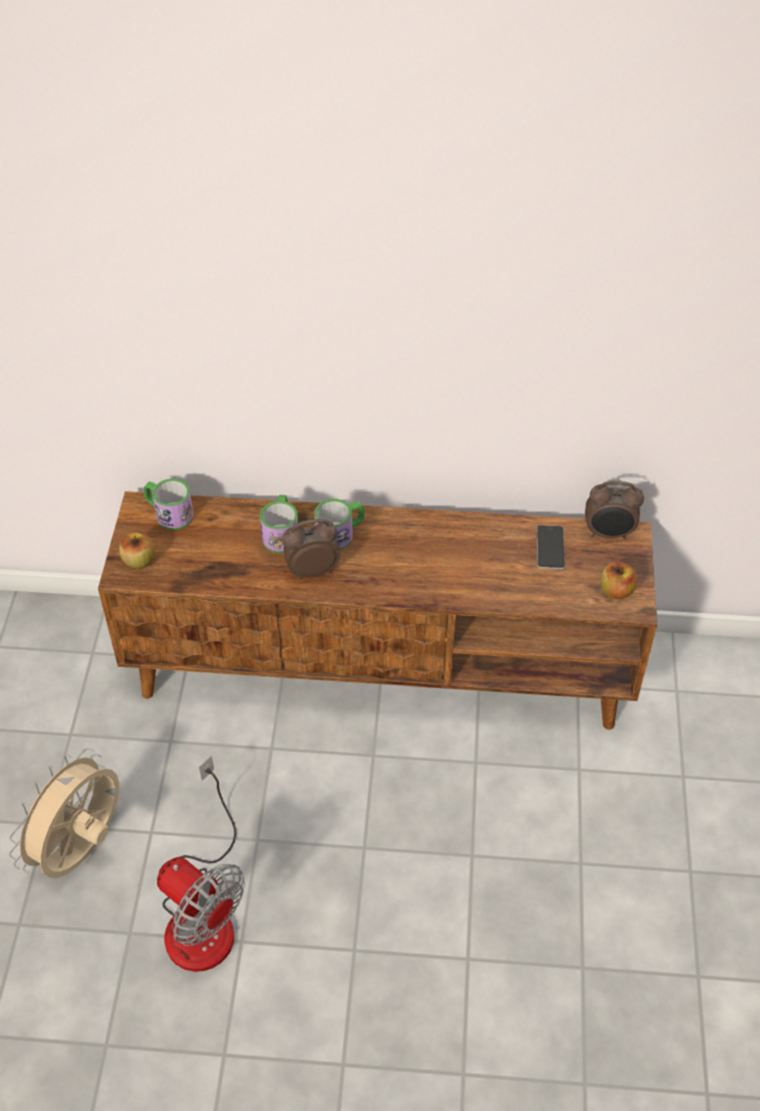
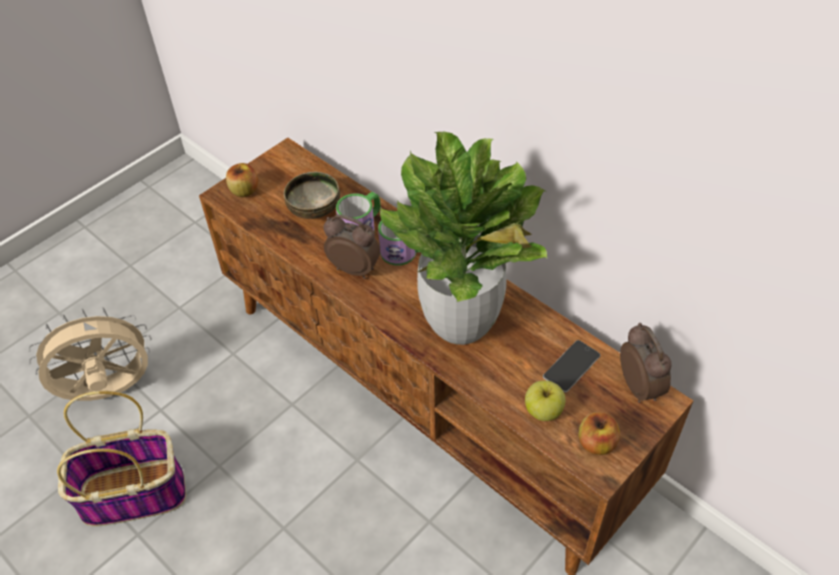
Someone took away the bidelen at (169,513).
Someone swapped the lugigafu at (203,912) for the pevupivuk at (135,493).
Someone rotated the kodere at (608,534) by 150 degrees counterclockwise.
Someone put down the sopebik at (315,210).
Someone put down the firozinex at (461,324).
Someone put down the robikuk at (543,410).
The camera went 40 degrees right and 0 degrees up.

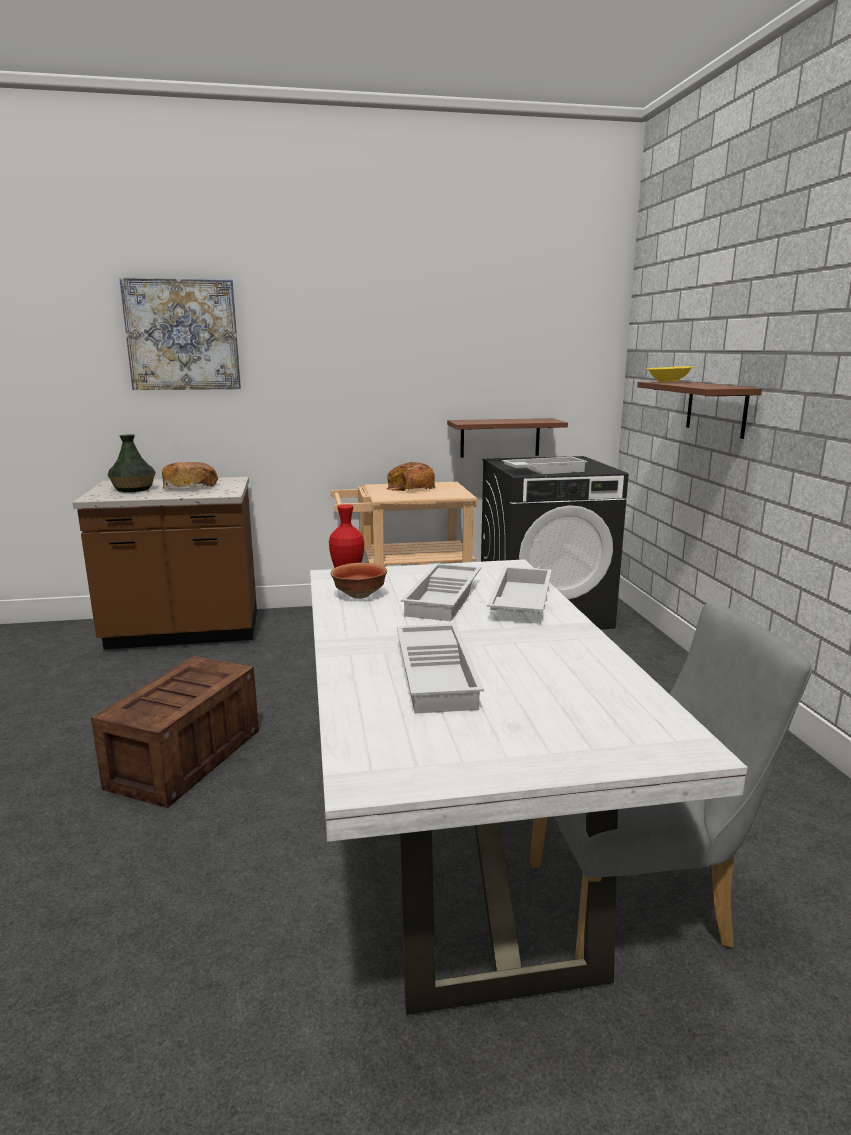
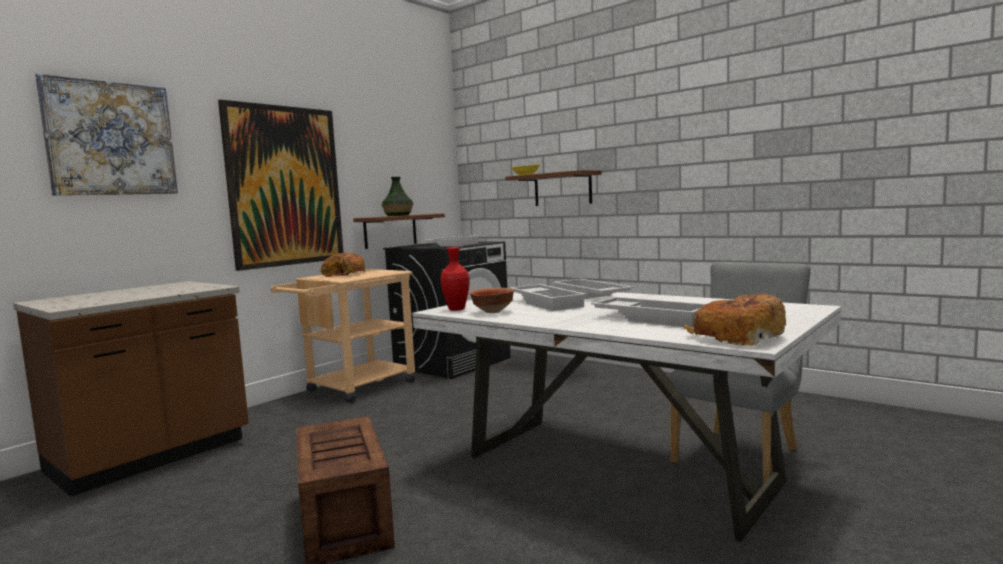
Someone carried the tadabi from (133,489) to (397,215).
Someone carried the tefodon from (189,486) to (736,337).
Someone put up the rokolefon at (285,186).
The camera went 40 degrees left and 10 degrees down.

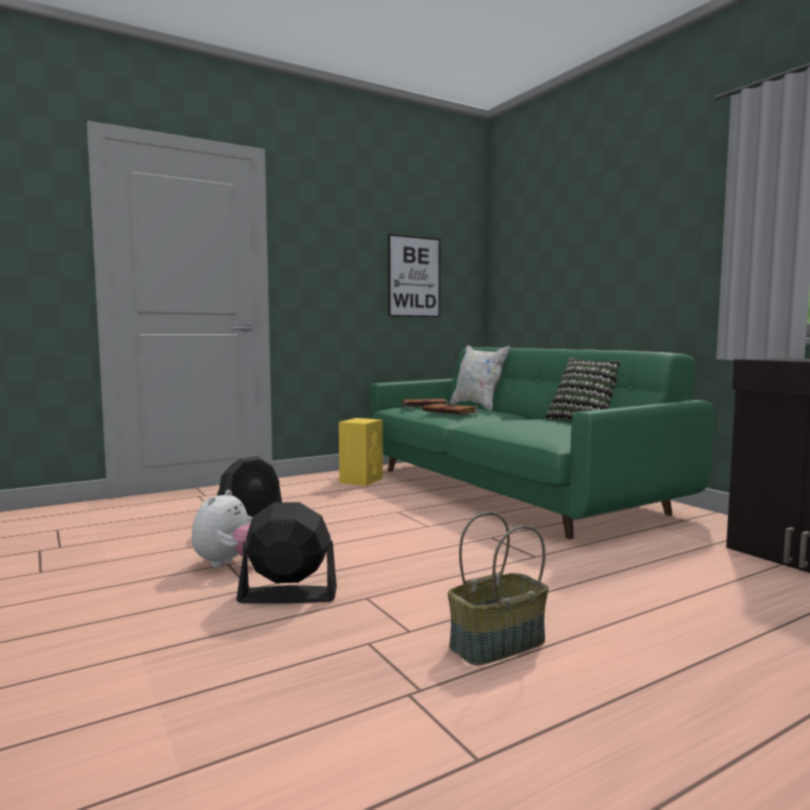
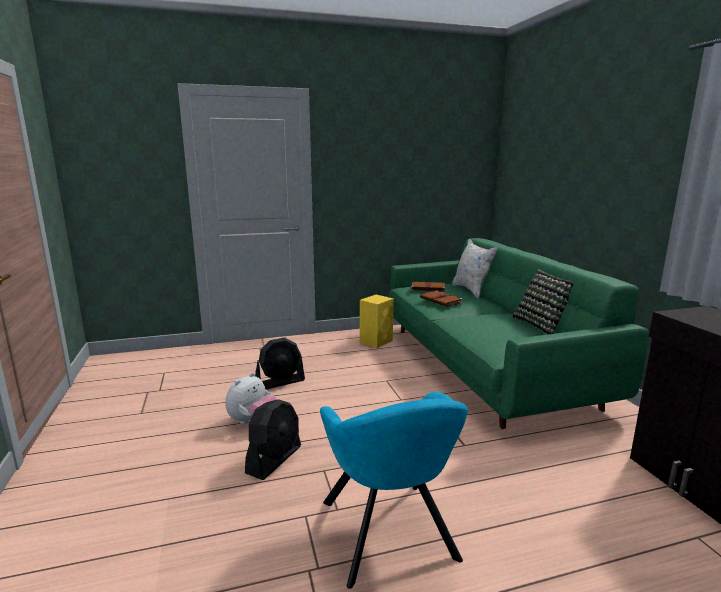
Someone rotated the black lugigafu at (287,595) by 105 degrees clockwise.
Someone took away the rokolefon at (414,277).
Someone swapped the pevupivuk at (497,645) for the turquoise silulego at (390,535).
The camera went 15 degrees right and 10 degrees up.

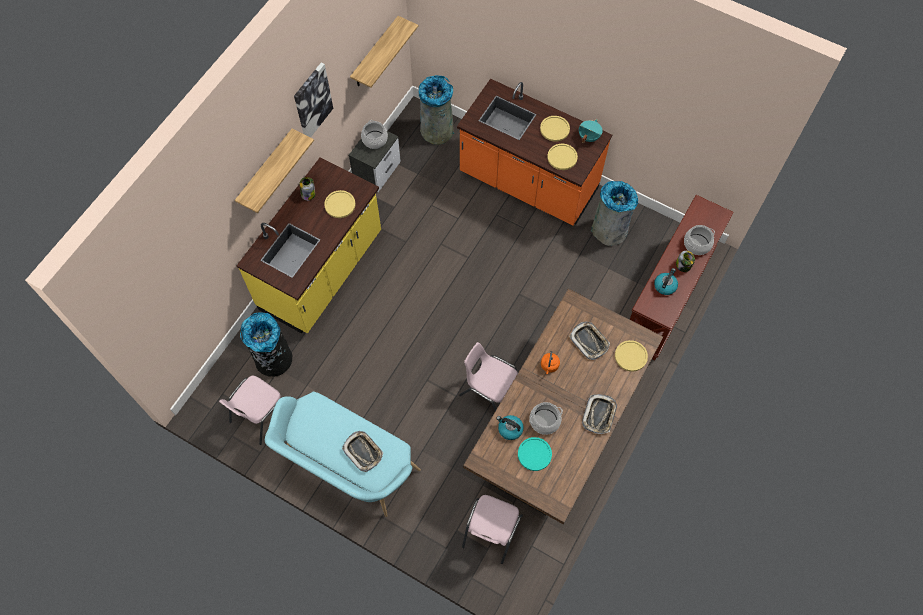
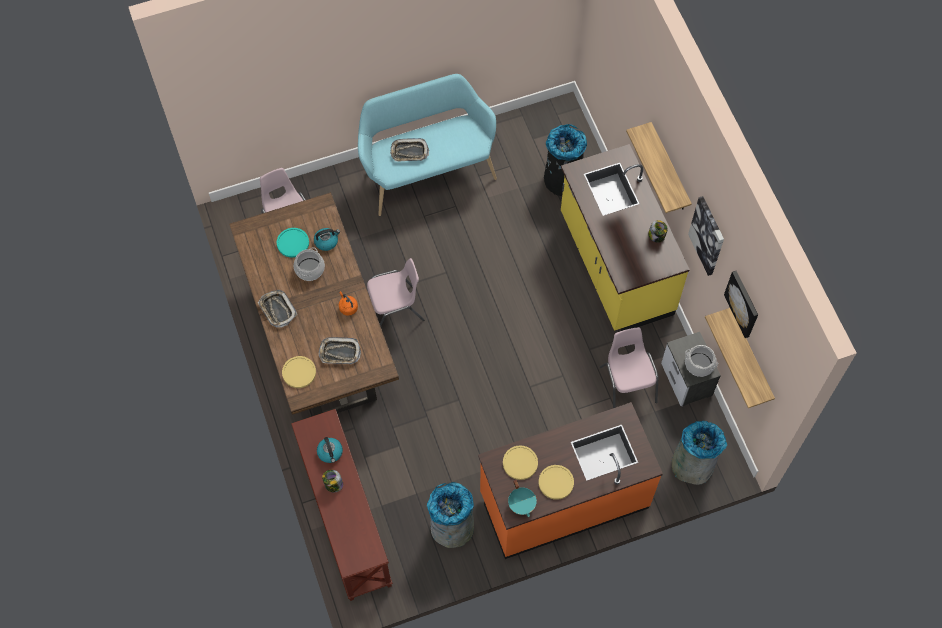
Someone carried the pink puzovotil from (260,414) to (627,383).
Someone took away the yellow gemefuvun at (340,204).
Someone took away the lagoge at (697,244).
Someone put up the rokolefon at (743,303).
The camera went 130 degrees right and 0 degrees up.

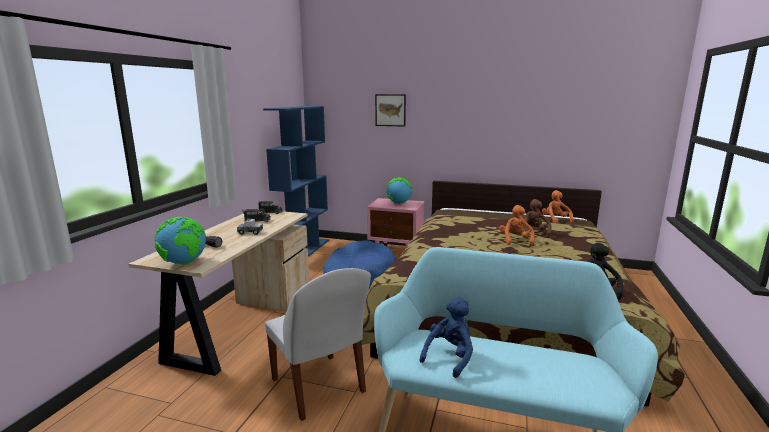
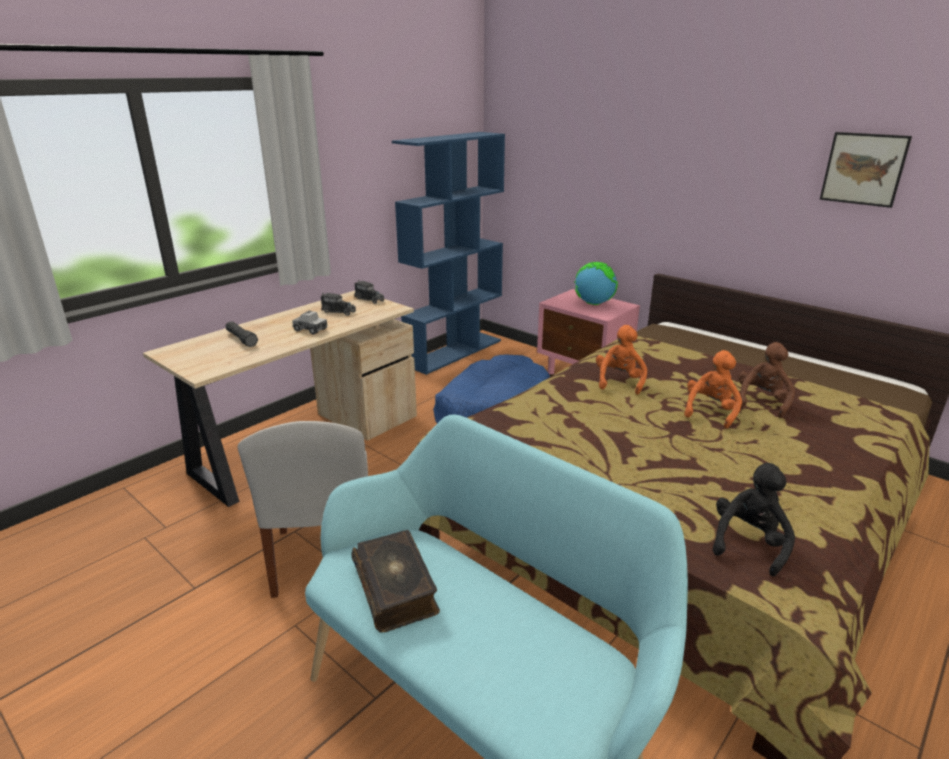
Someone took away the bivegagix at (184,263).
Someone carried the rokolefon from (390,110) to (863,169).
Someone swapped the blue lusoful at (450,357) for the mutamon at (396,588).
Someone carried the orange lusoful from (555,220) to (619,381).
The camera went 25 degrees right and 10 degrees up.

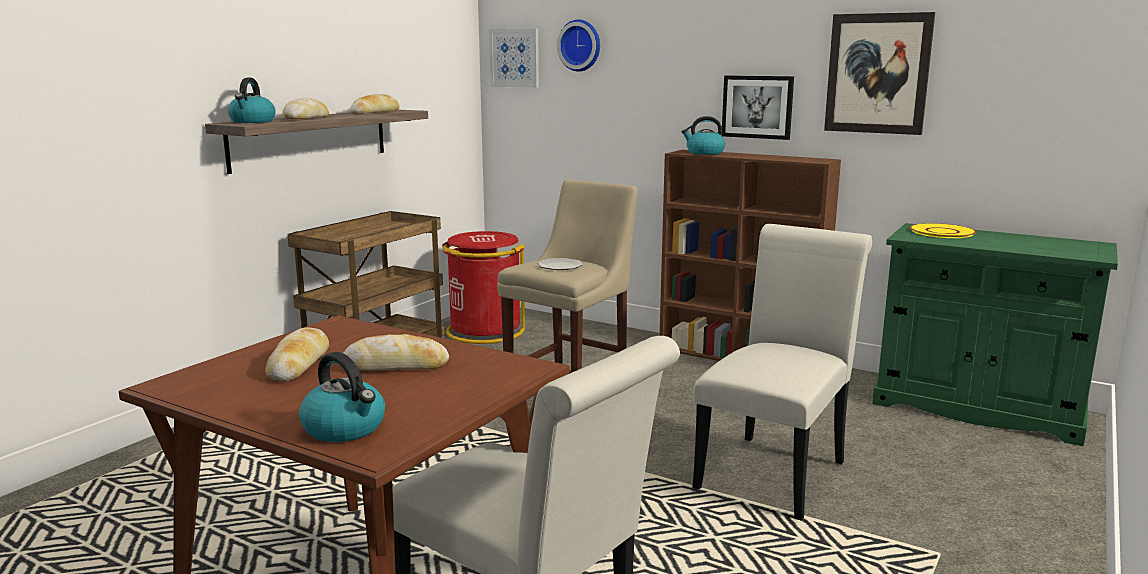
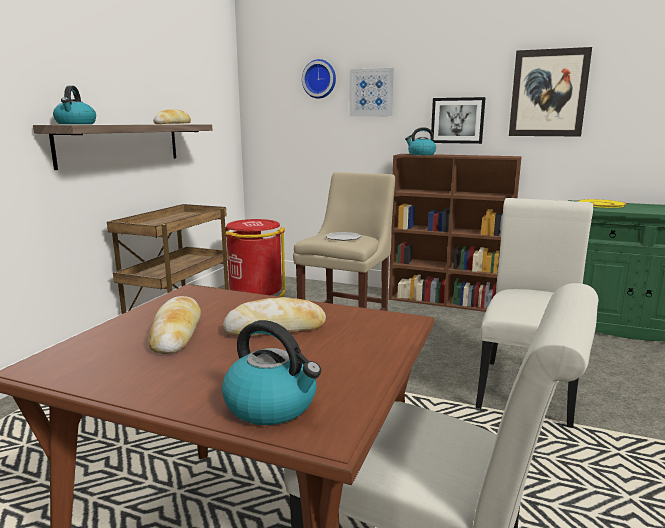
Someone took away the tefodon at (306,118).
Someone carried the rokolefon from (515,58) to (371,92).
The camera went 10 degrees left and 0 degrees up.

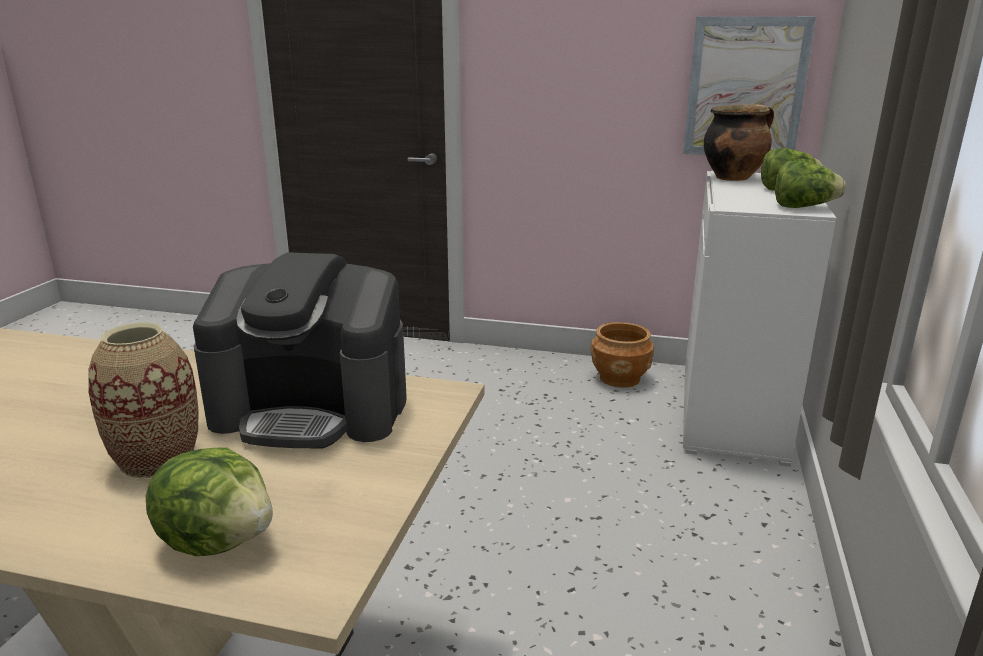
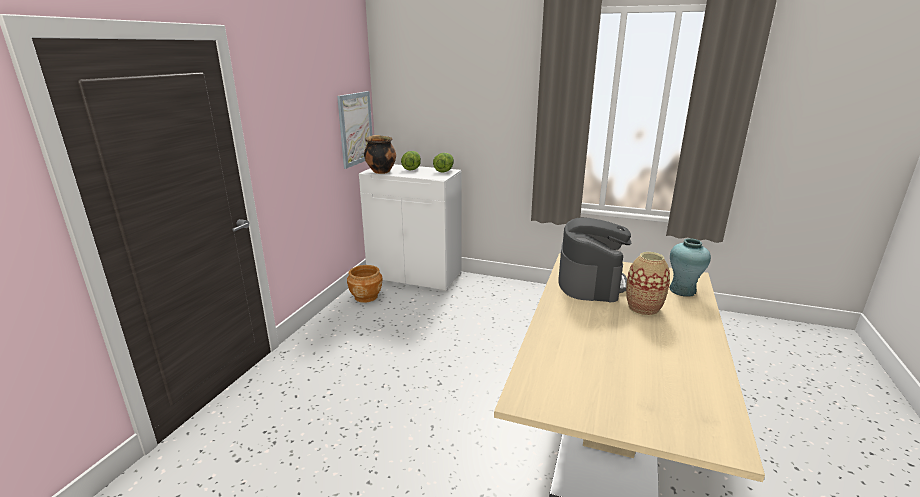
Someone swapped the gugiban at (219,539) for the turquoise tadabi at (682,290).
The camera went 85 degrees left and 0 degrees up.

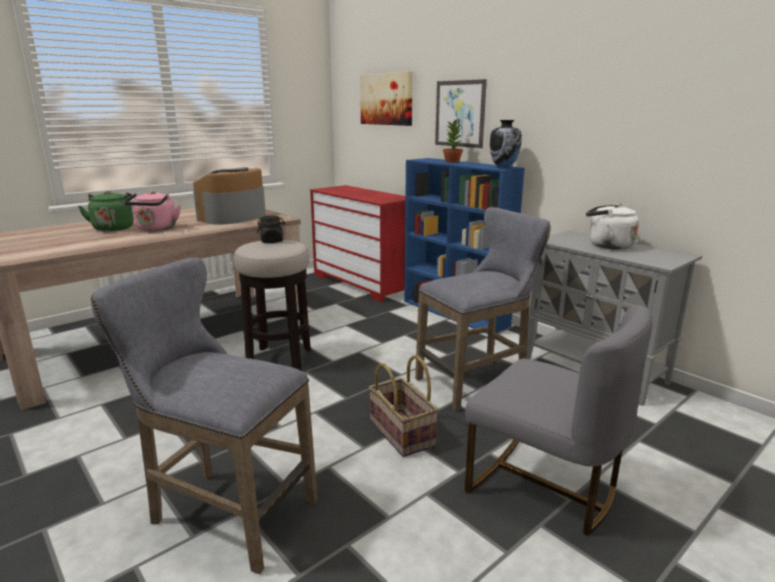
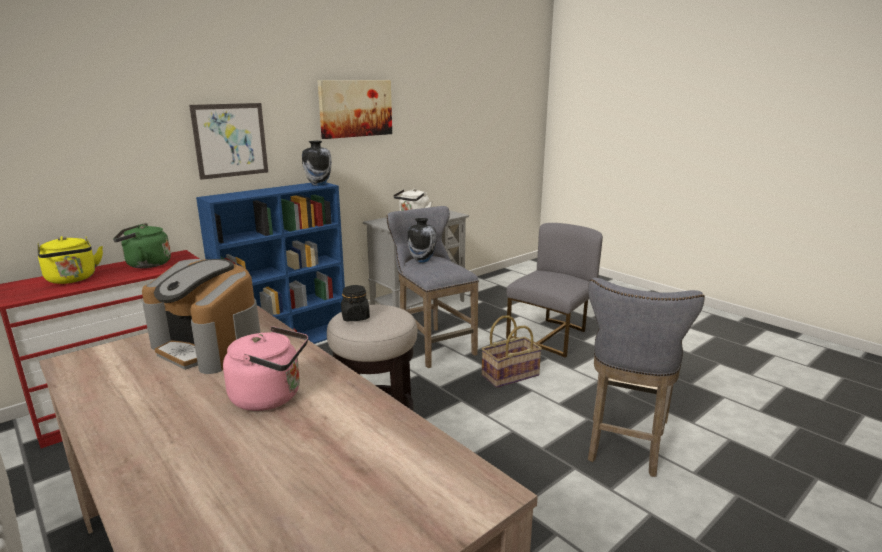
Someone carried the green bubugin from (113,228) to (145,264).
Someone carried the rokolefon from (386,99) to (355,108).
Someone took away the firozinex at (452,161).
Someone put down the yellow bubugin at (72,279).
Someone put down the tadabi at (422,260).
The camera went 90 degrees left and 0 degrees up.

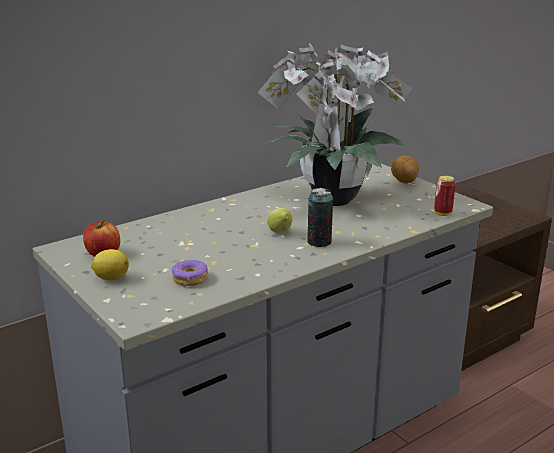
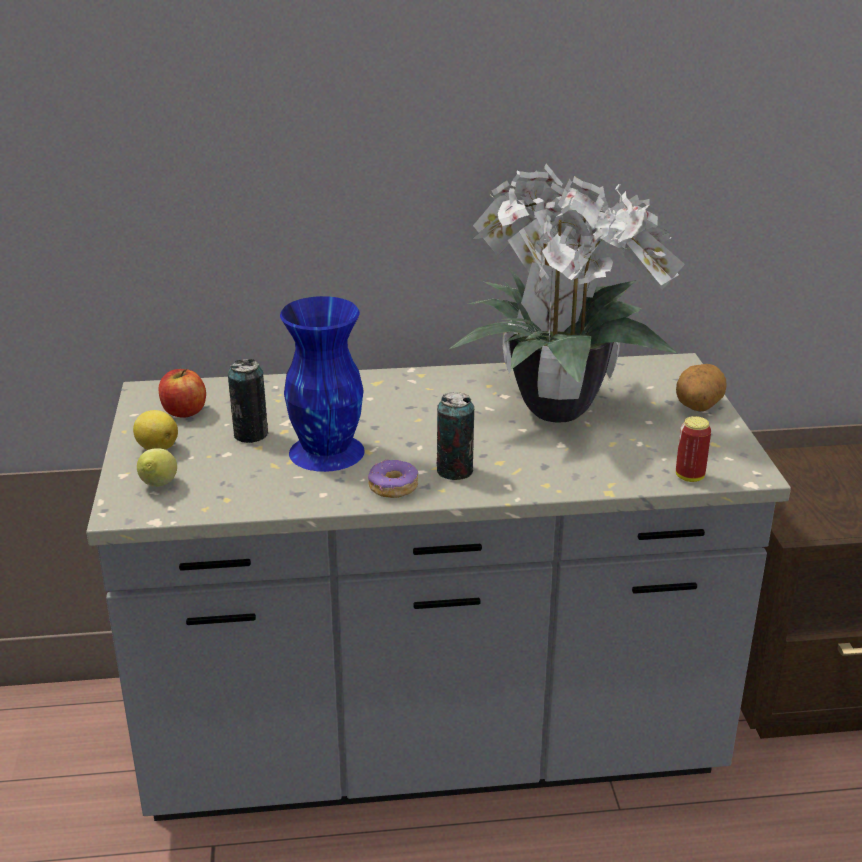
Someone carried the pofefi from (190,279) to (393,487).
Someone carried the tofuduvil from (280,233) to (158,486).
Someone put down the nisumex at (250,434).
Someone put down the blue tadabi at (327,451).
The camera went 30 degrees right and 5 degrees up.

